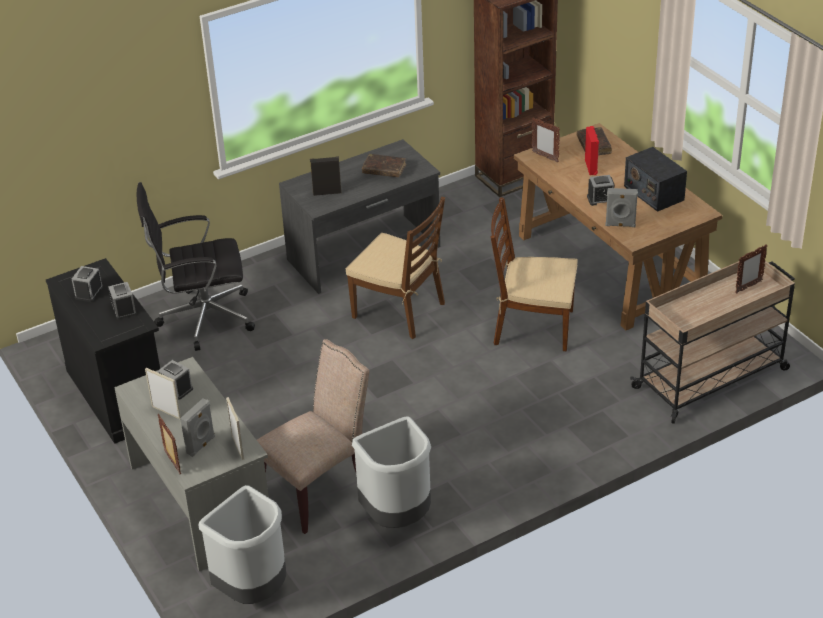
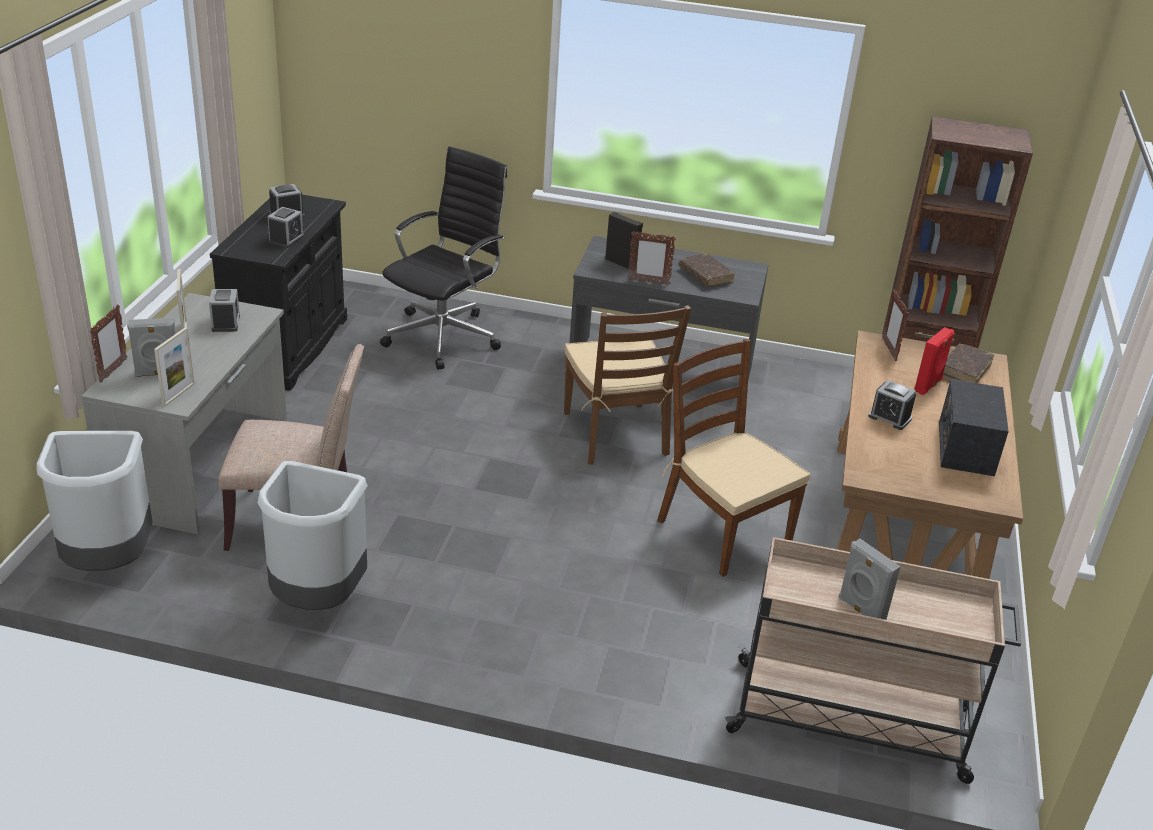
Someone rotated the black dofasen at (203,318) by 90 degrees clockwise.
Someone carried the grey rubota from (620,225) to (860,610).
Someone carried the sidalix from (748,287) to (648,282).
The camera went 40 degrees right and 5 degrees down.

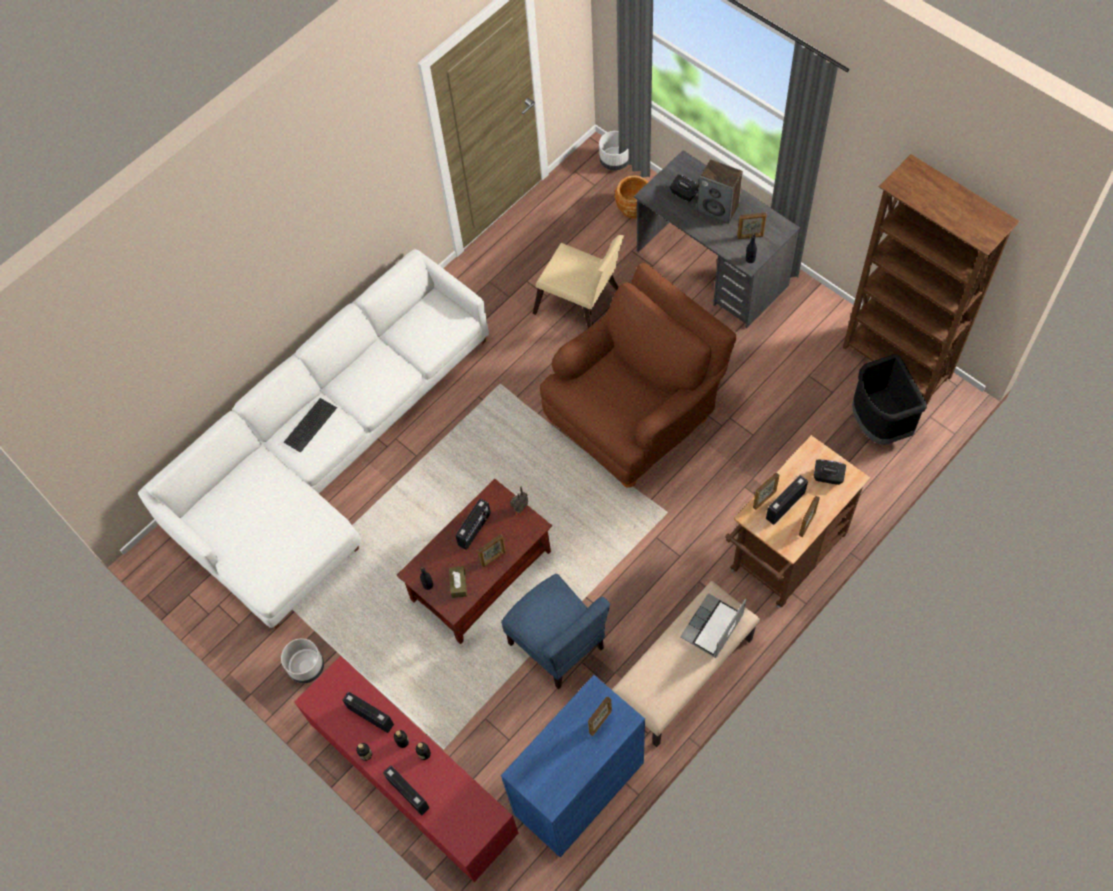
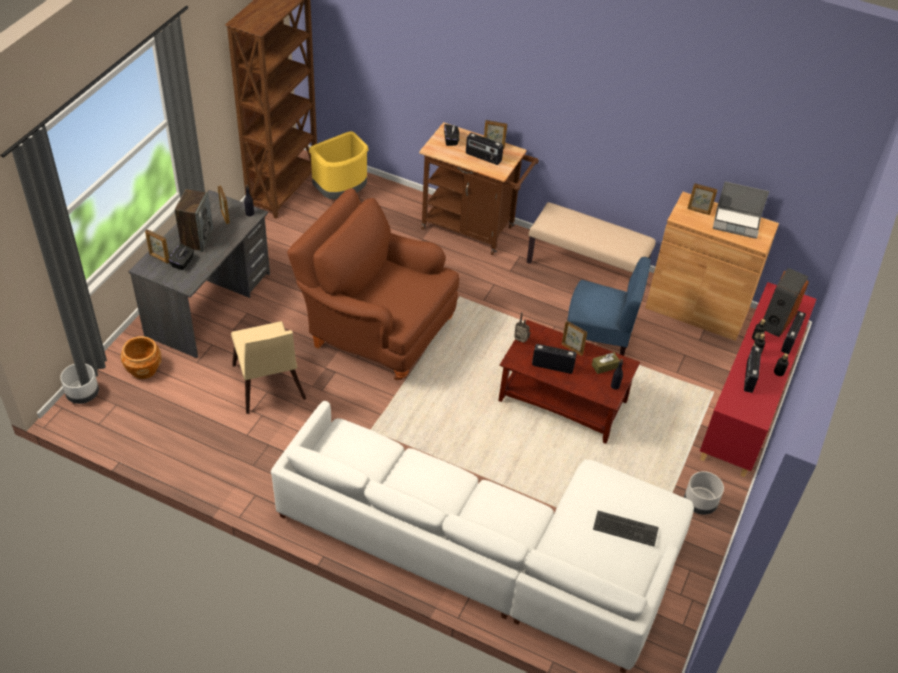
Someone carried the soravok from (310,425) to (625,529).
Someone rotated the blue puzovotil at (557,645) by 75 degrees clockwise.
Someone repainted the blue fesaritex at (579,788), which became the brown fesaritex at (696,309).
Someone rotated the beige puzovotil at (582,306) by 150 degrees clockwise.
Someone carried the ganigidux from (712,627) to (737,223).
Someone carried the sidalix from (764,499) to (159,258).
Someone repainted the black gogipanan at (879,423), which became the yellow gogipanan at (341,193).
Someone put down the rubota at (777,320).
The camera went 115 degrees left and 15 degrees down.

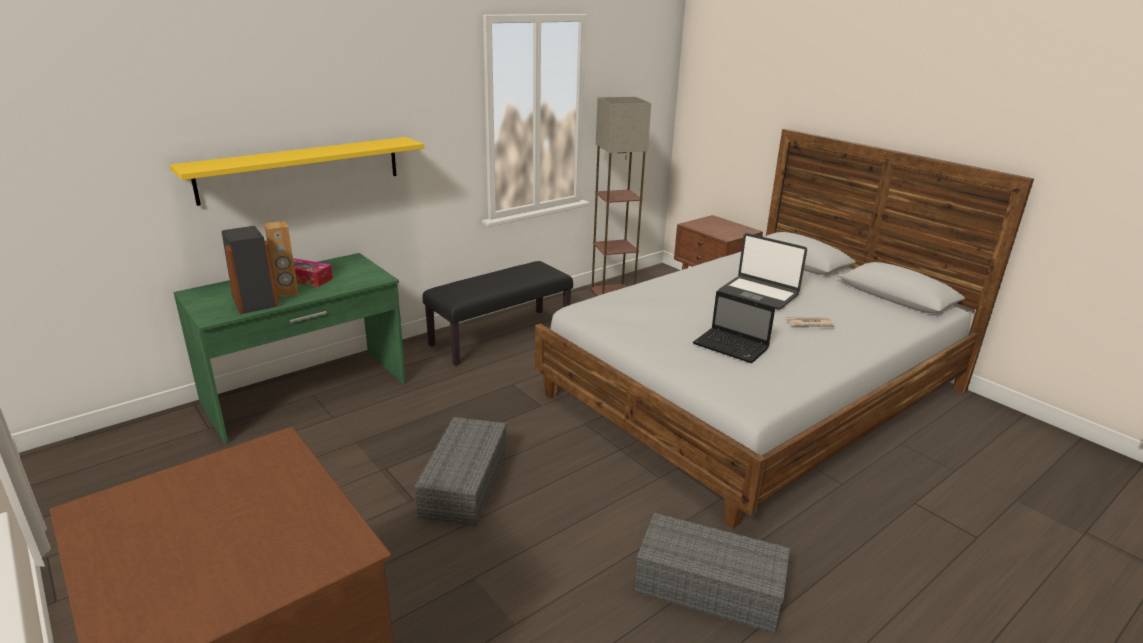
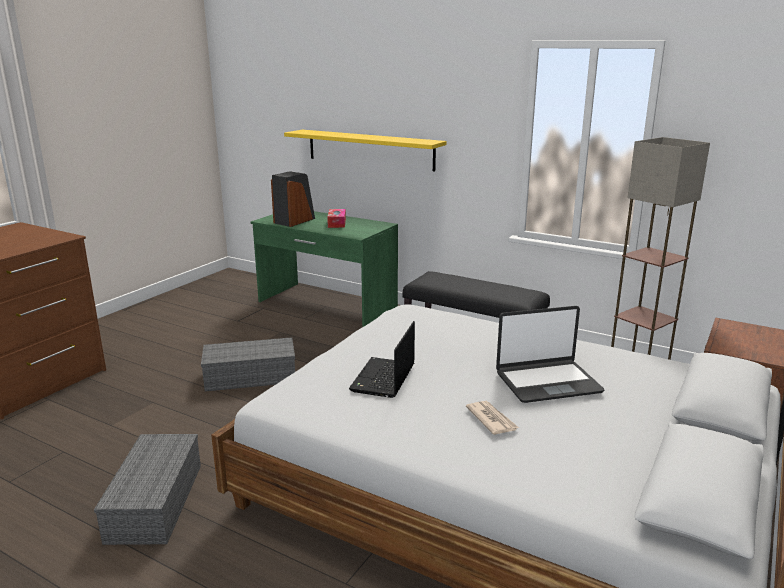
Someone took away the brown rubota at (287,292).
Someone rotated the ganigidux at (758,293) by 120 degrees counterclockwise.
The camera went 70 degrees right and 5 degrees down.

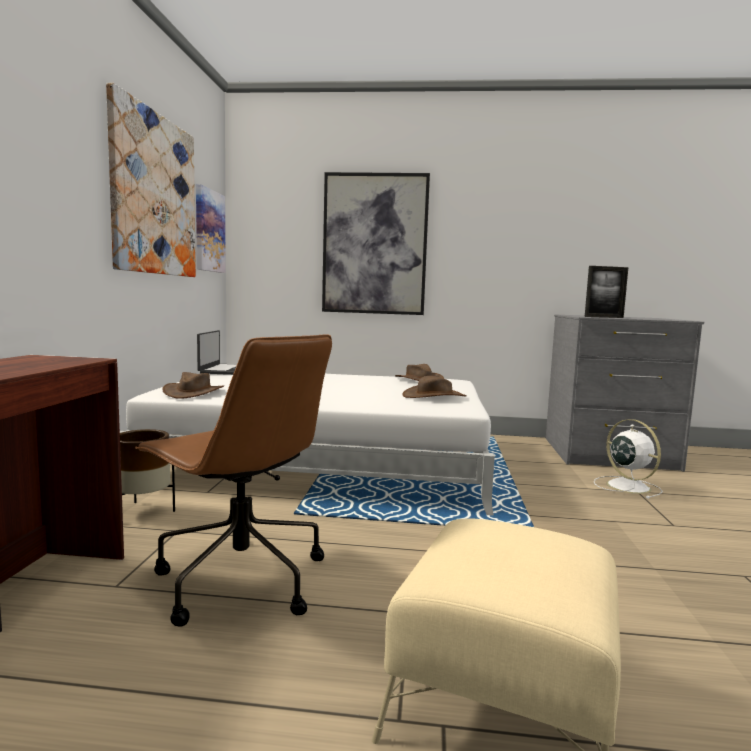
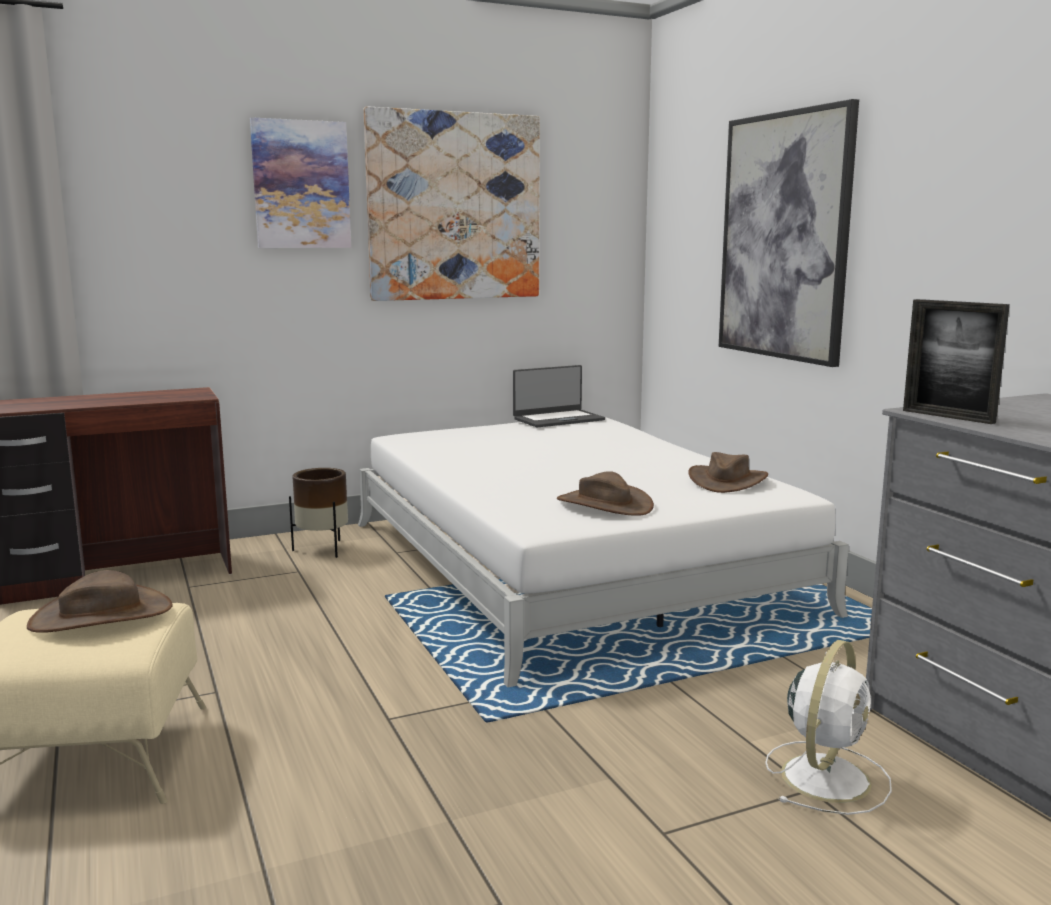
Someone took away the brown dofasen at (239,579).
Someone carried the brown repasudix from (193,392) to (101,615).
Someone carried the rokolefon from (209,231) to (301,185).
The camera went 60 degrees right and 5 degrees up.

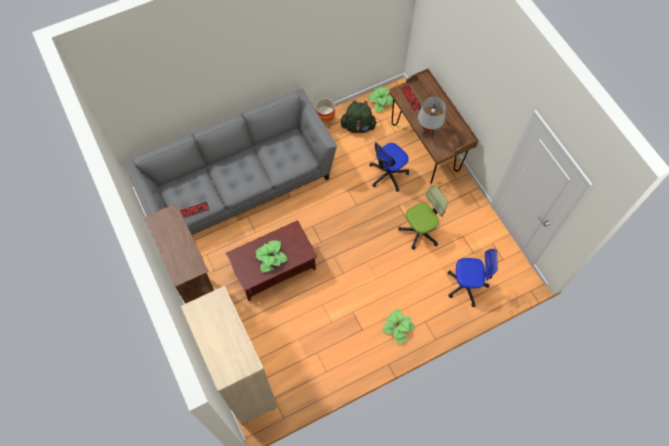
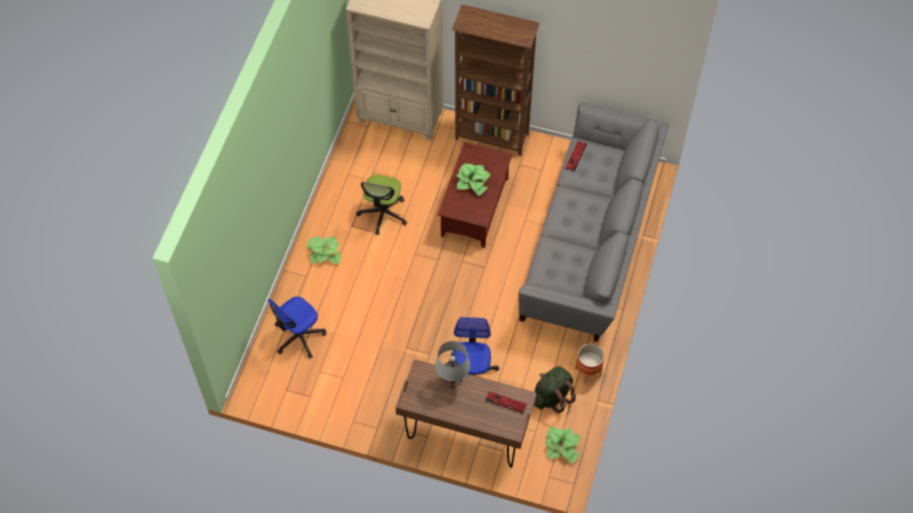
Someone carried the dofasen from (420,231) to (383,214).
The camera went 135 degrees right and 5 degrees down.

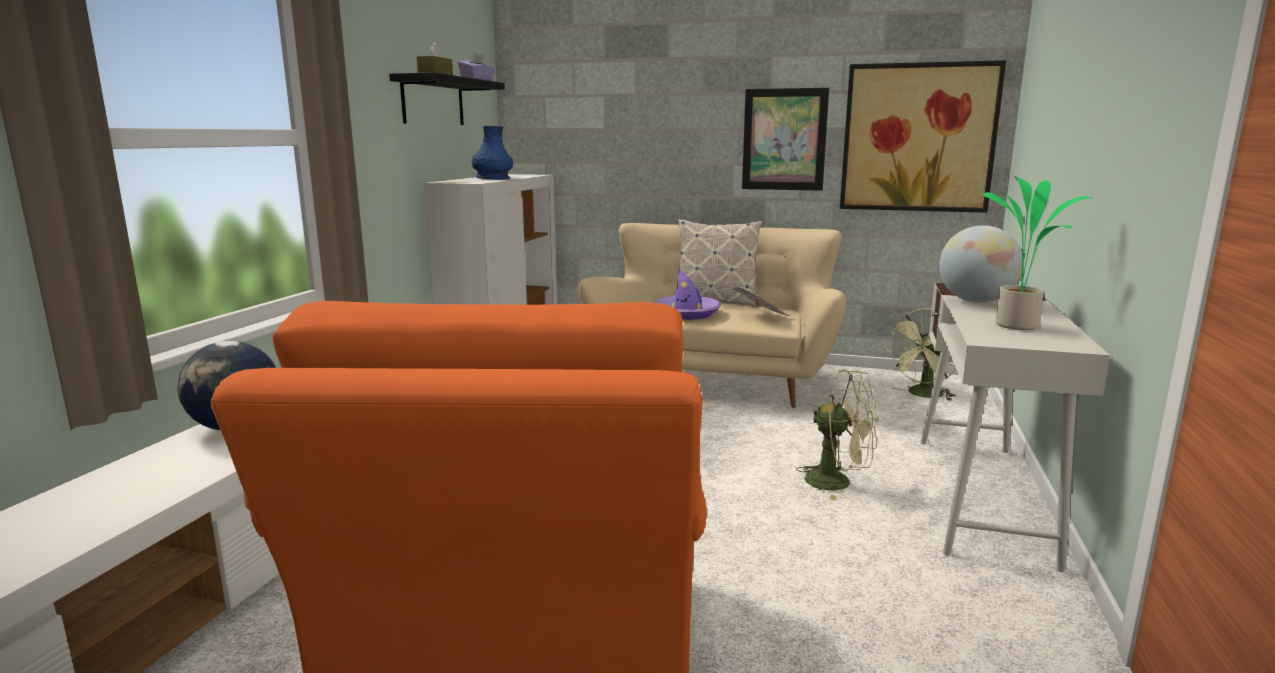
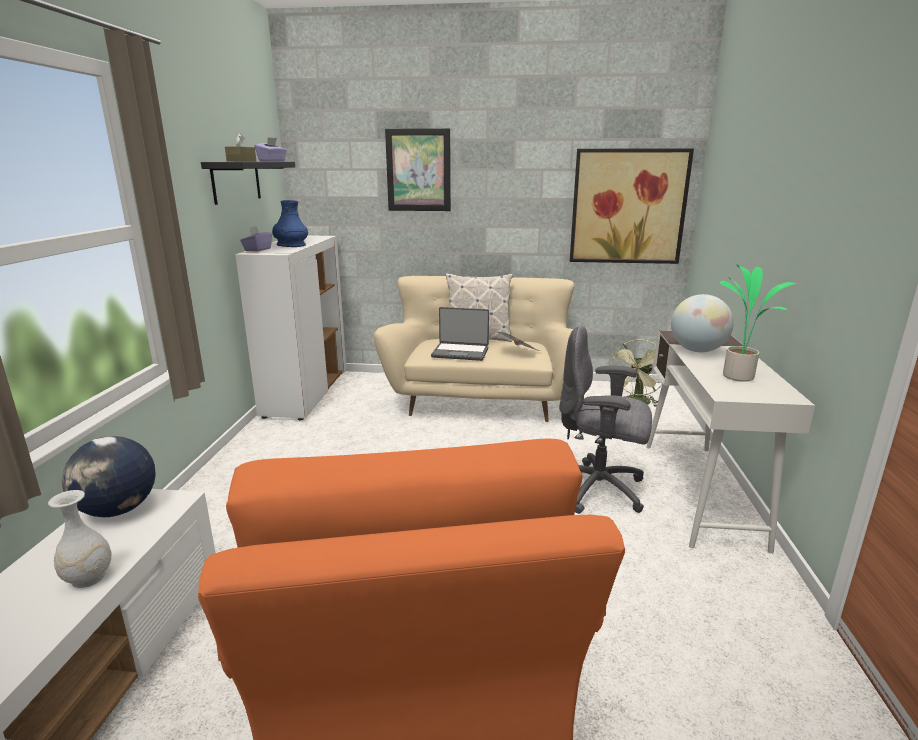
Someone swapped the purple repasudix at (686,313) for the ganigidux at (460,352).
Someone carried the rokolefon from (784,139) to (418,170).
Someone swapped the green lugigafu at (838,483) for the grey dofasen at (599,490).
Someone put down the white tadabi at (88,578).
Someone put down the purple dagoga at (257,250).
The camera went 10 degrees left and 5 degrees up.

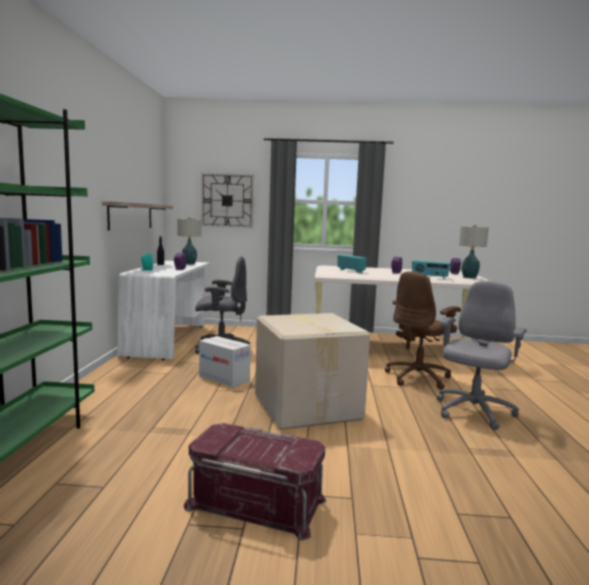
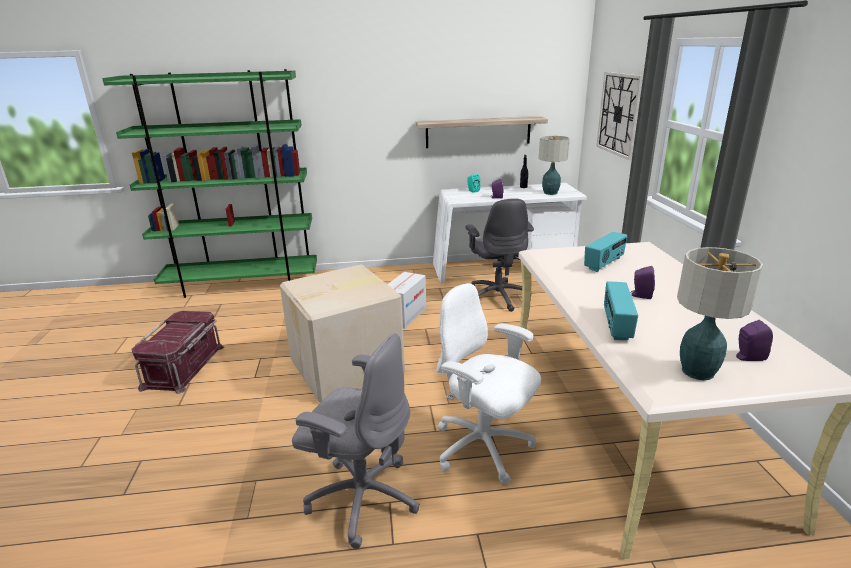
Someone repainted the brown dofasen at (418,378), which became the white dofasen at (483,448).
The camera went 80 degrees right and 15 degrees up.

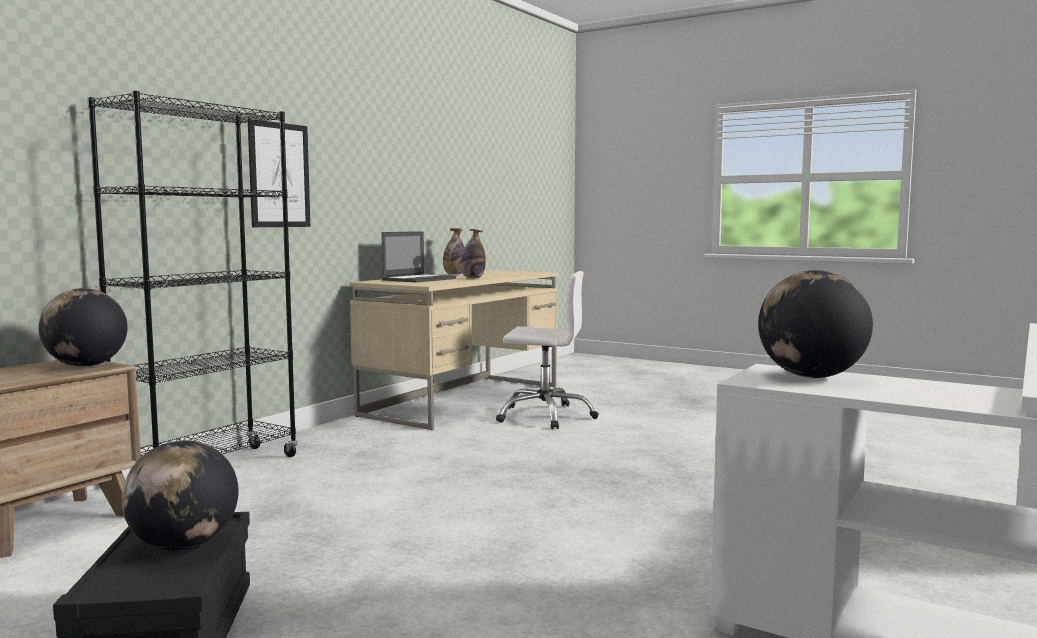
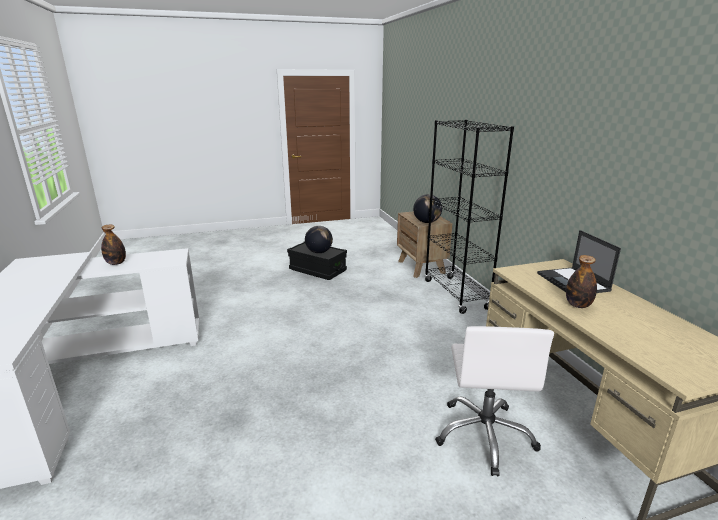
Someone took away the rokolefon at (279,175).
Someone carried the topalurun from (454,274) to (116,263).
Someone rotated the white dofasen at (545,416) by 45 degrees counterclockwise.
Someone took away the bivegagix at (811,376).
The camera went 130 degrees right and 15 degrees up.

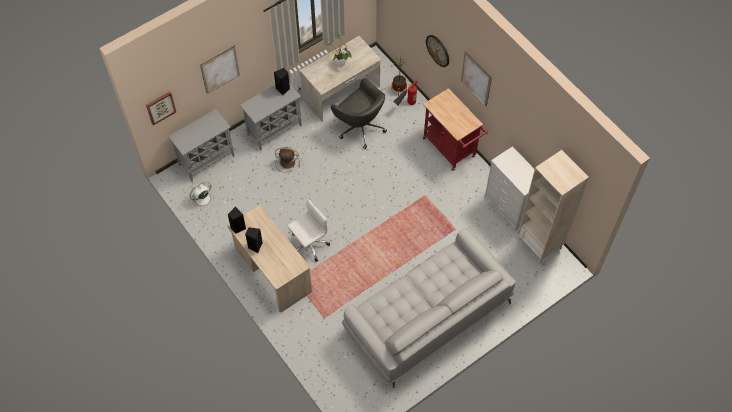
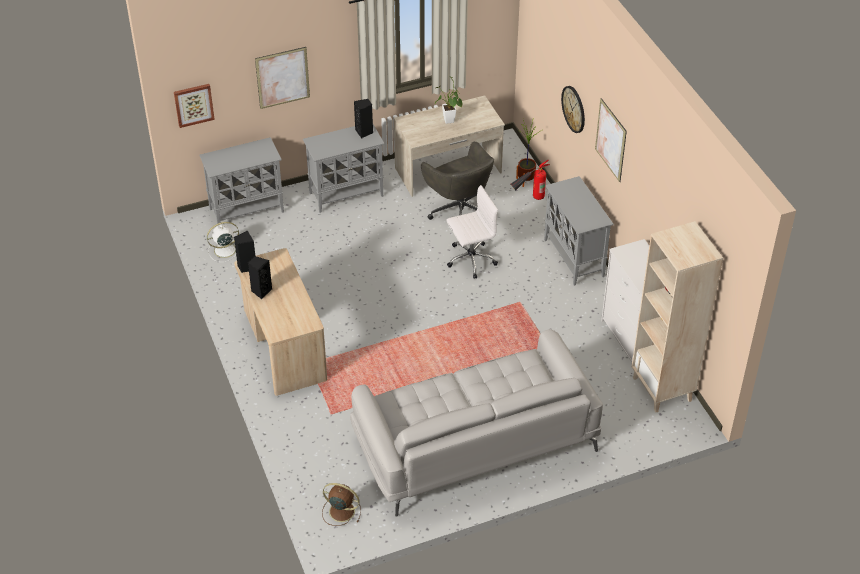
Someone carried the brown lugigafu from (286,162) to (340,511).
Someone carried the white dofasen from (308,244) to (470,260).
Someone swapped the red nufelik at (451,149) for the grey fesaritex at (574,258).
The camera went 15 degrees right and 15 degrees down.

